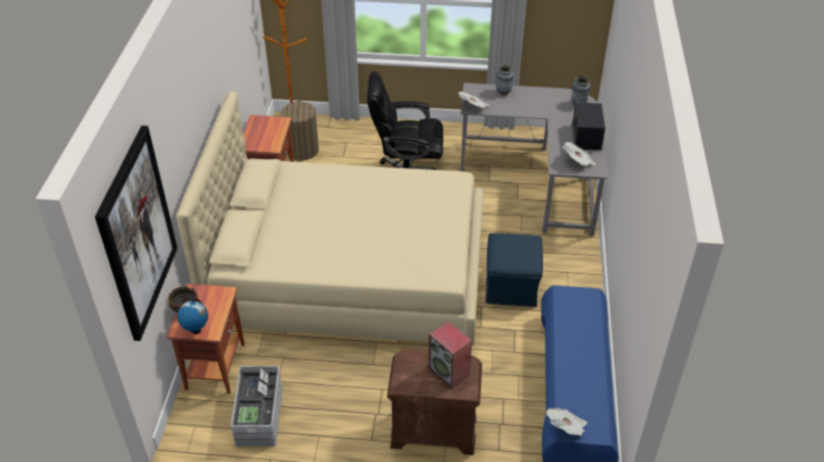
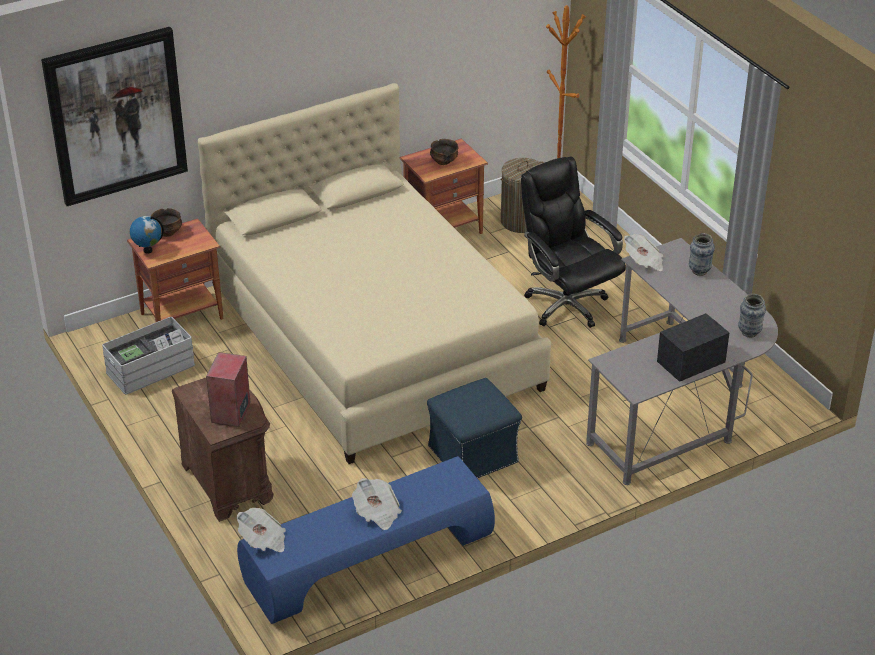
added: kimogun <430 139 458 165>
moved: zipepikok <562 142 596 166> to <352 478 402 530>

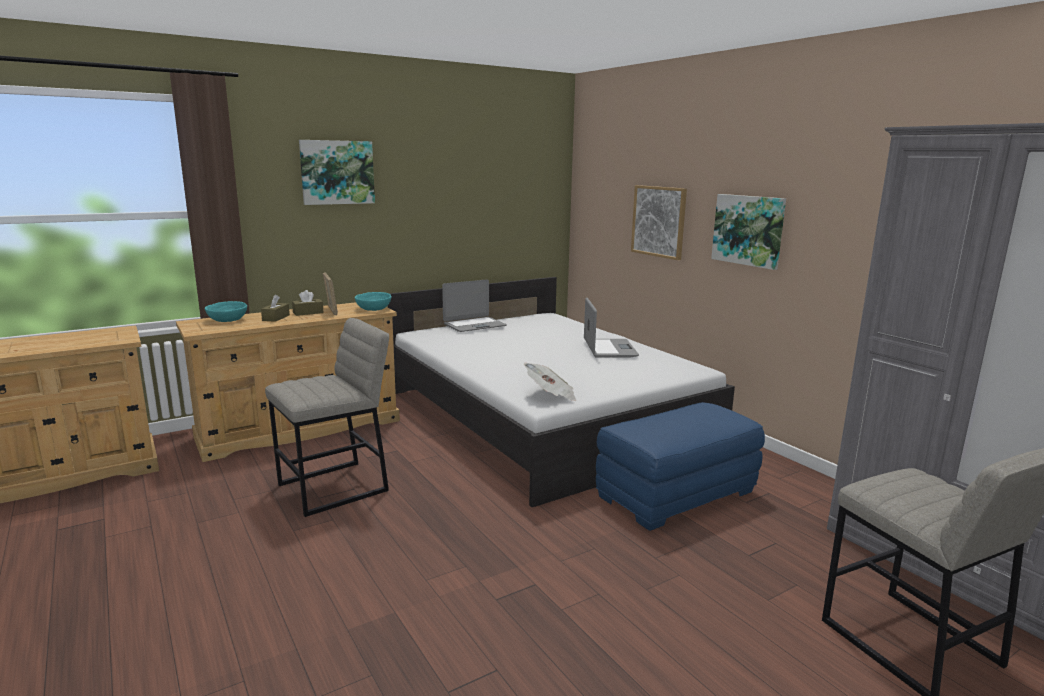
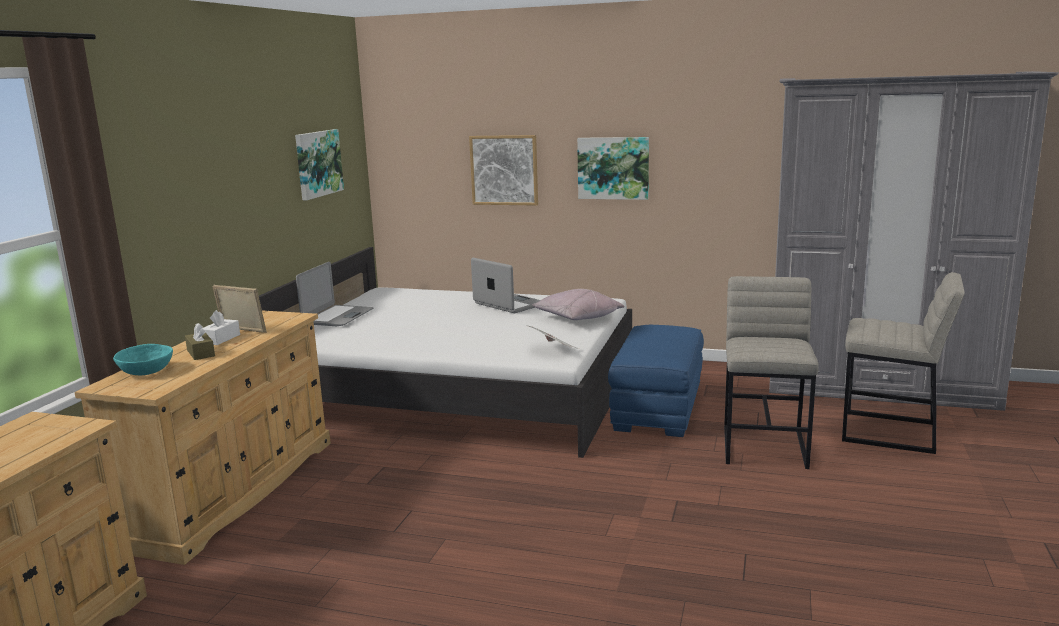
removed: turquoise_kimogun <355 292 391 311>
added: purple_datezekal <532 289 625 320>
moved: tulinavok <299 140 375 205> to <295 129 344 200>; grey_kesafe <265 318 389 517> to <724 276 819 469>
recoloured: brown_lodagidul <292 290 324 316> to white_lodagidul <202 310 240 345>

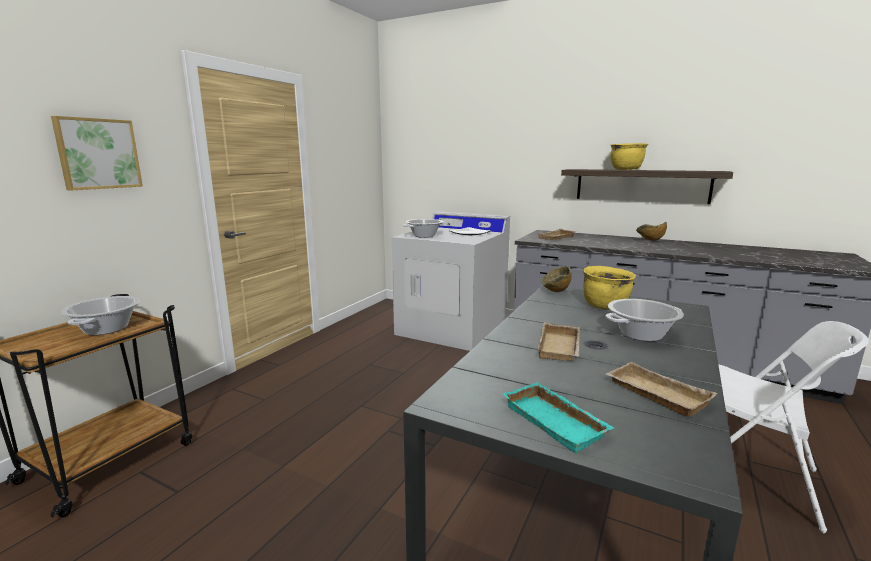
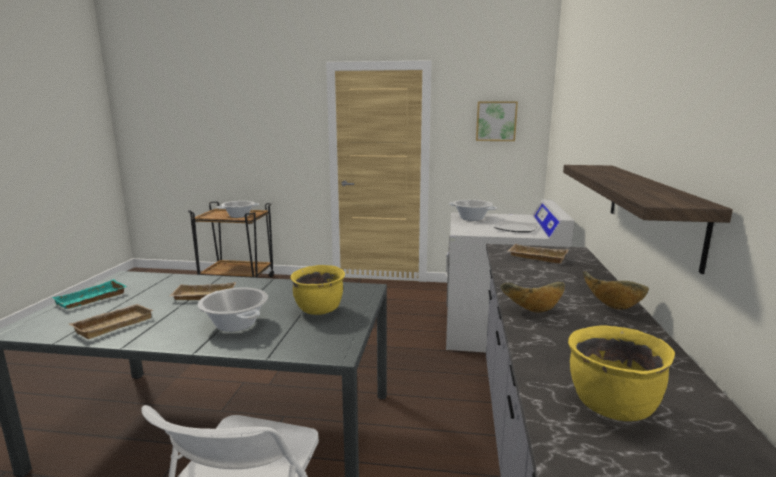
moved: tulinavok <51 116 143 191> to <476 101 518 141>; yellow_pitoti <610 143 648 170> to <568 325 675 421>; kimogun <542 266 572 292> to <500 282 565 313>

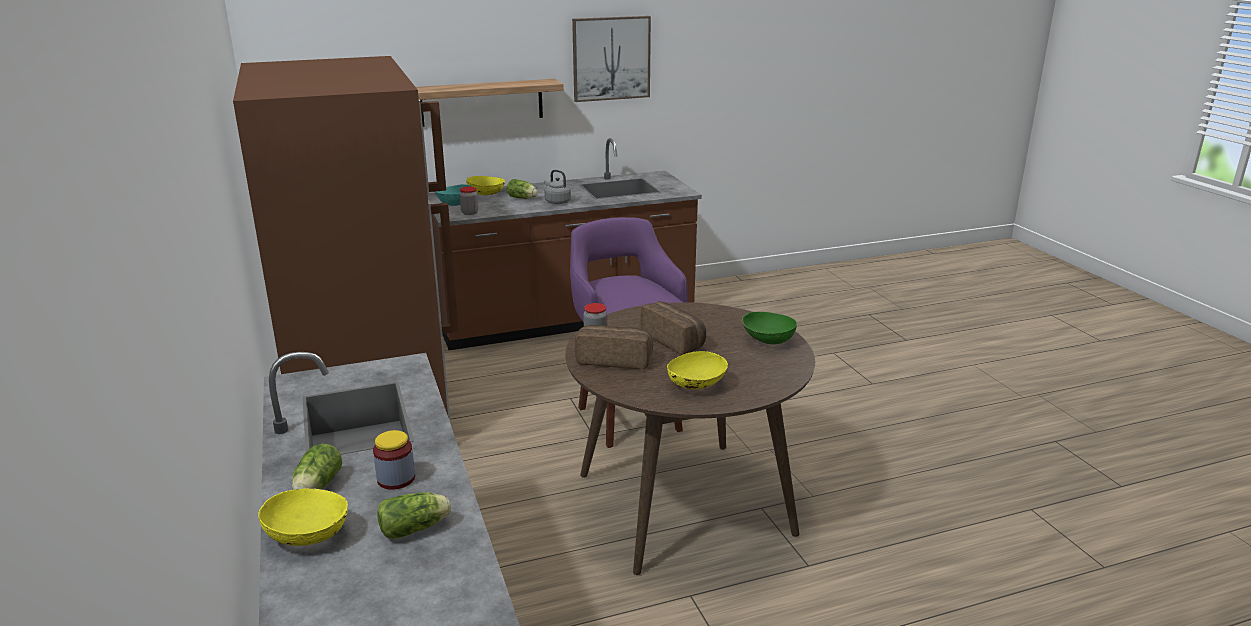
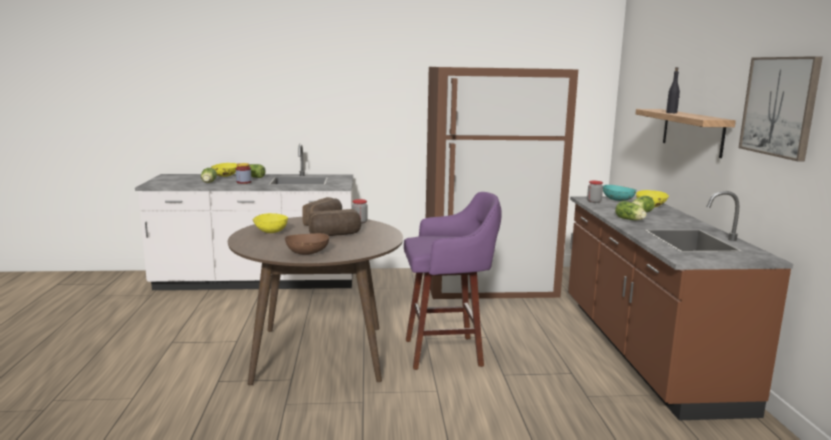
added: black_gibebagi <666 67 680 113>
replaced: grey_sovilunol <544 170 571 204> to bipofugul <615 201 647 220>
recoloured: green_kimogun <742 312 797 344> to brown_kimogun <285 233 329 255>

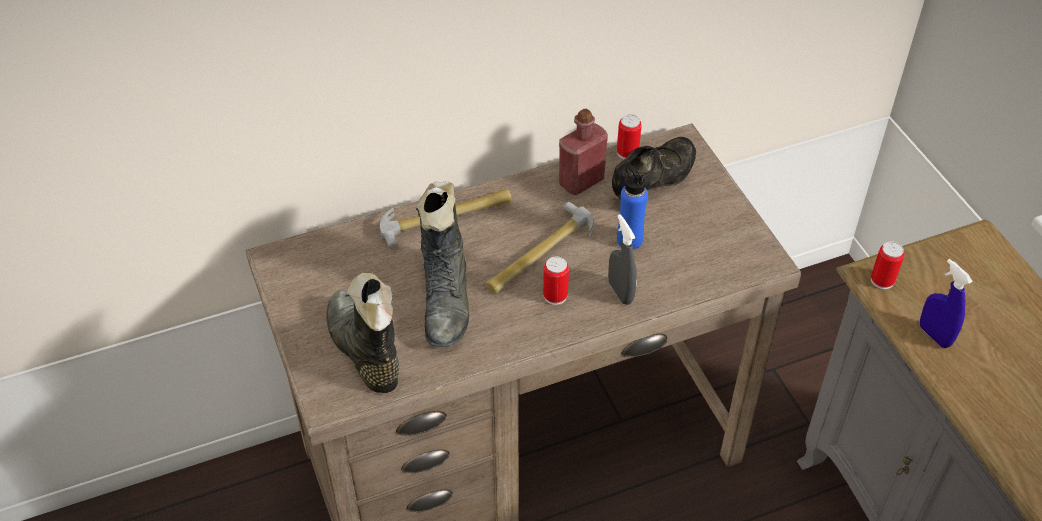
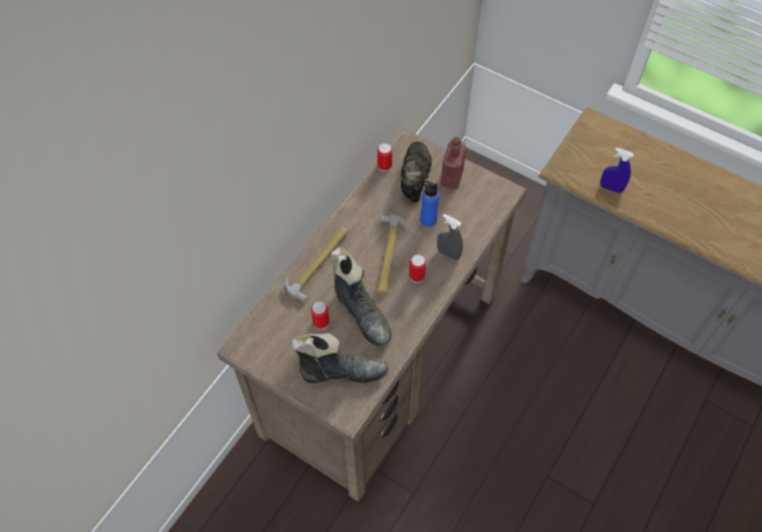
moved: red_gibebagi <559 109 608 195> to <441 137 467 189>; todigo <871 241 905 289> to <311 301 329 330>
turned: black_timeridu <326 273 400 393> = <292 333 388 383> 150 degrees clockwise

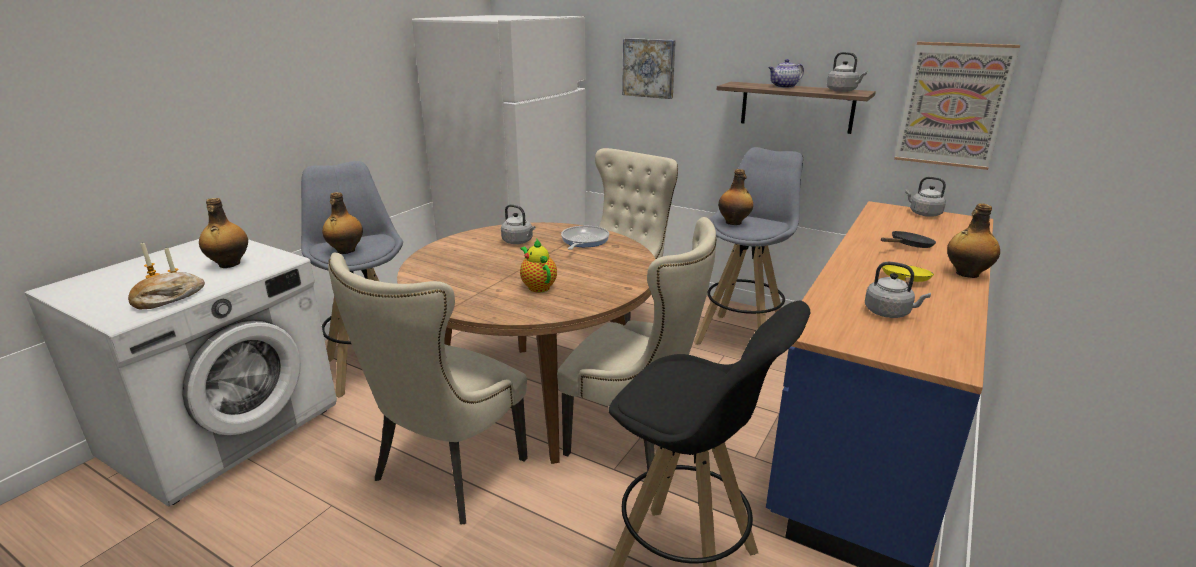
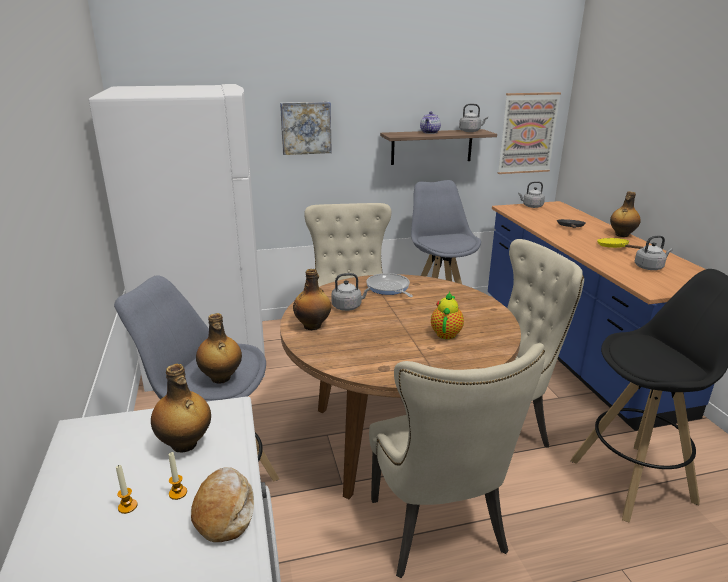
moved: gibebagi <718 169 753 225> to <293 269 331 330>
turned: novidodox <520 239 557 292> = <431 292 464 339> 90 degrees clockwise

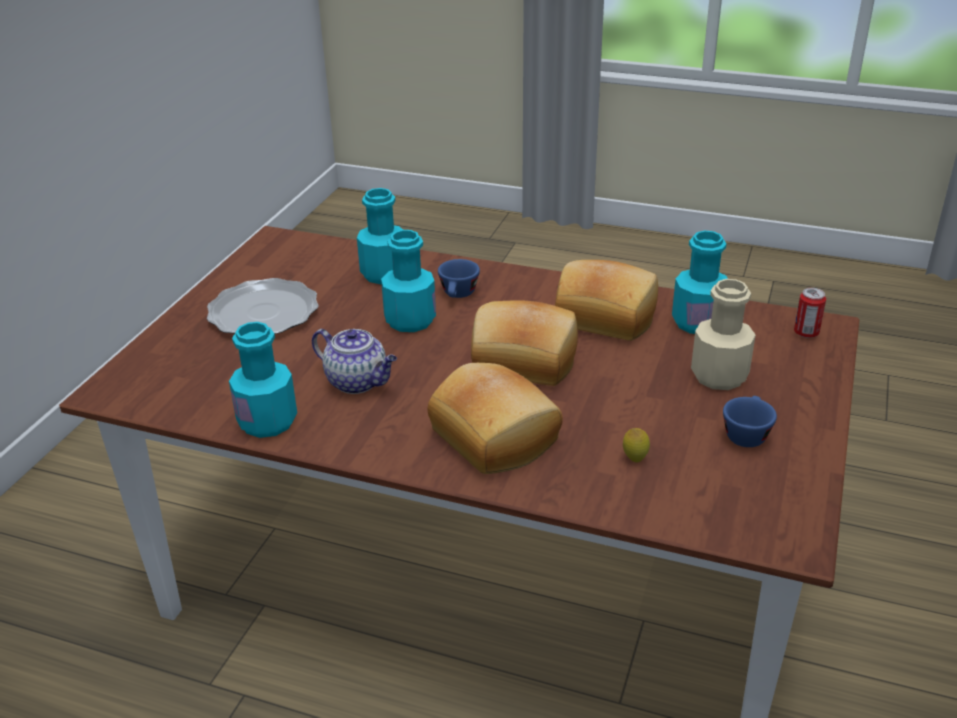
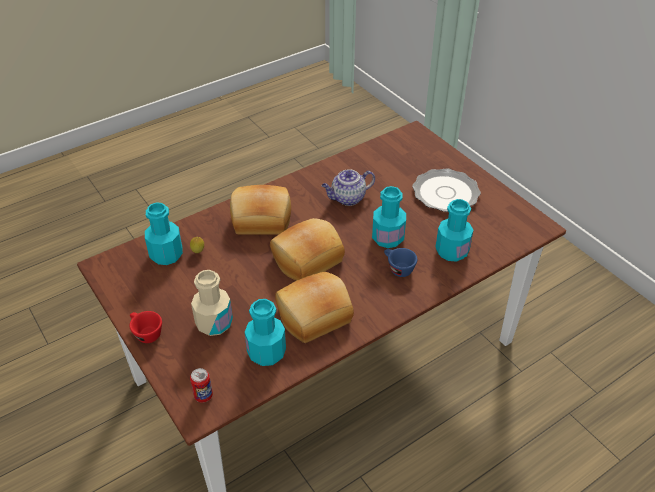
removed: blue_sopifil <723 396 777 447>
added: red_sopifil <130 311 162 343>
moved: turquoise_gibebagi <229 322 297 438> to <145 202 183 265>

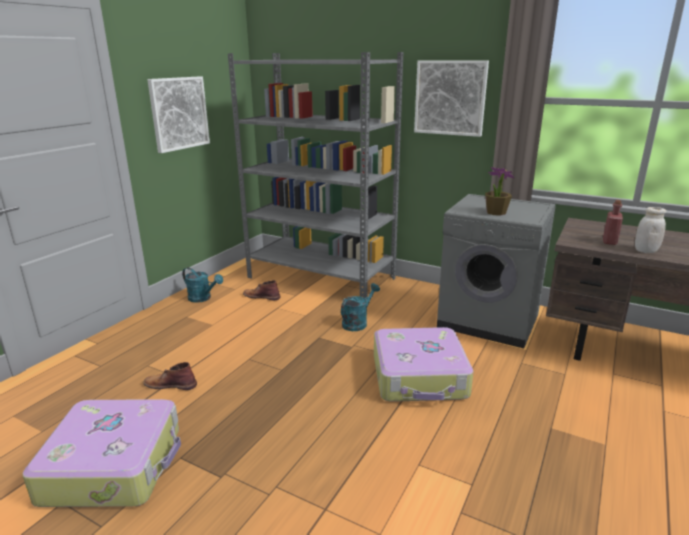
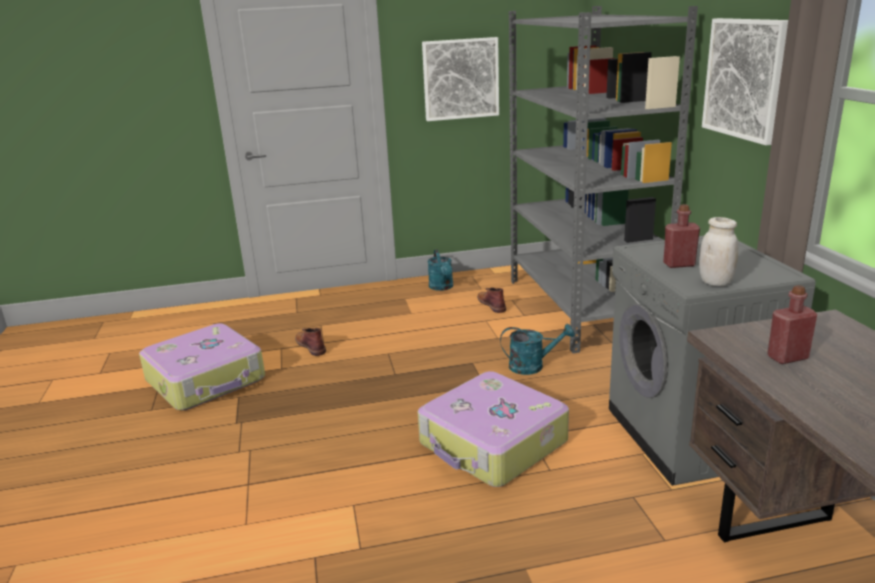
moved: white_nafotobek <635 207 666 253> to <699 217 738 286>
replaced: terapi <485 167 514 216> to red_gibebagi <663 204 700 268>

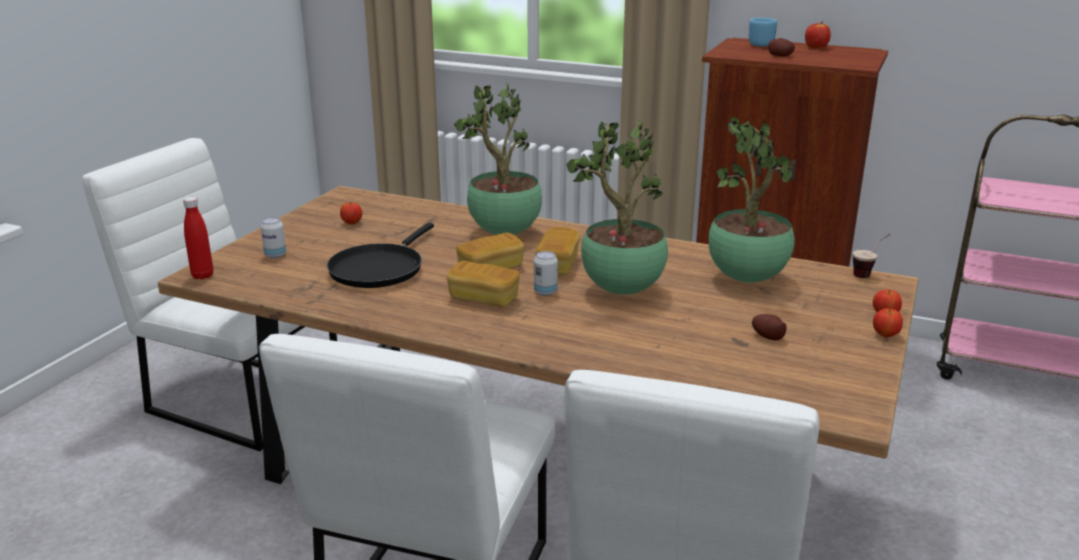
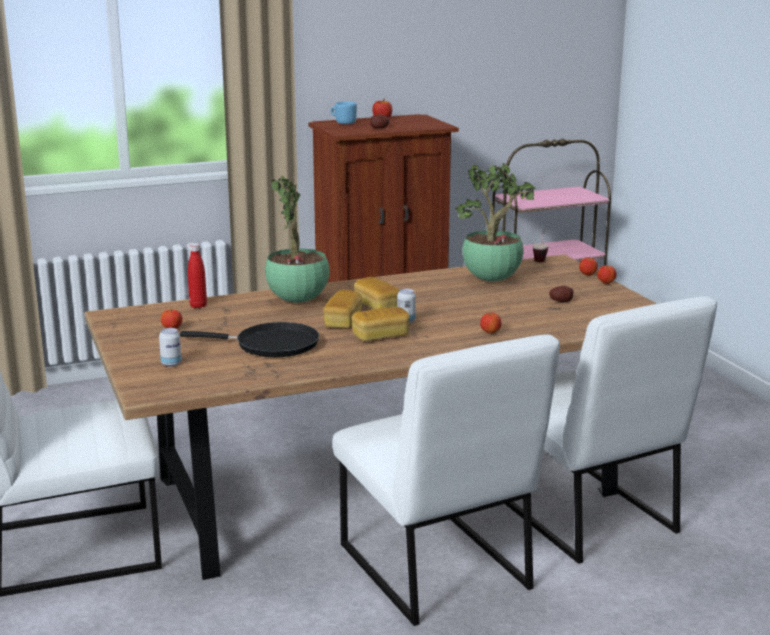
removed: terapi <567 121 668 295>
added: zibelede <480 312 501 334>
moved: red_gibebagi <183 197 213 279> to <188 243 207 308>
turned: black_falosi <327 223 434 288> = <180 322 319 357> 60 degrees counterclockwise

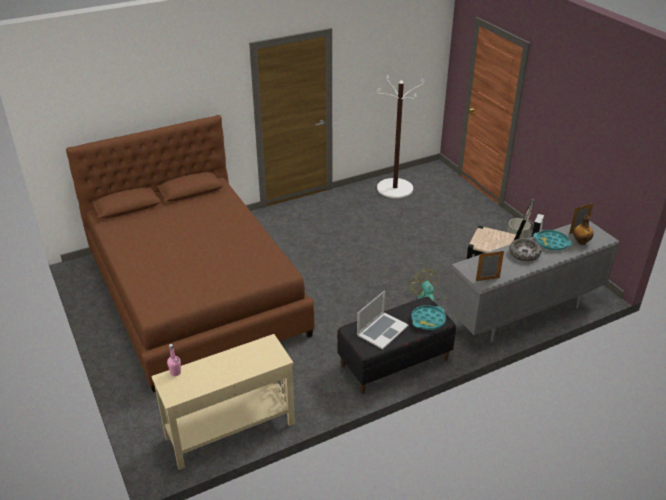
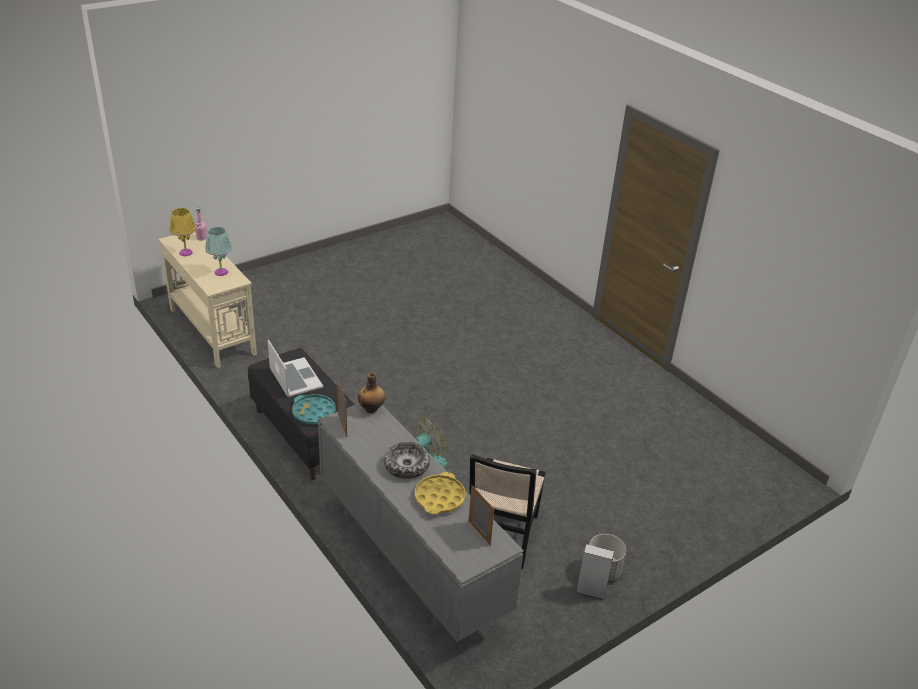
removed: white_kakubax <377 75 425 198>; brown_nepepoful <66 115 315 392>
added: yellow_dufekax <170 208 196 256>; turquoise_dufekax <205 227 232 276>
moved: gibebagi <573 215 593 245> to <358 373 385 413>
recoloured: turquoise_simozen <533 230 572 251> to yellow_simozen <415 472 466 515>
turned: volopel <357 291 409 349> = <268 340 323 397> 150 degrees counterclockwise

